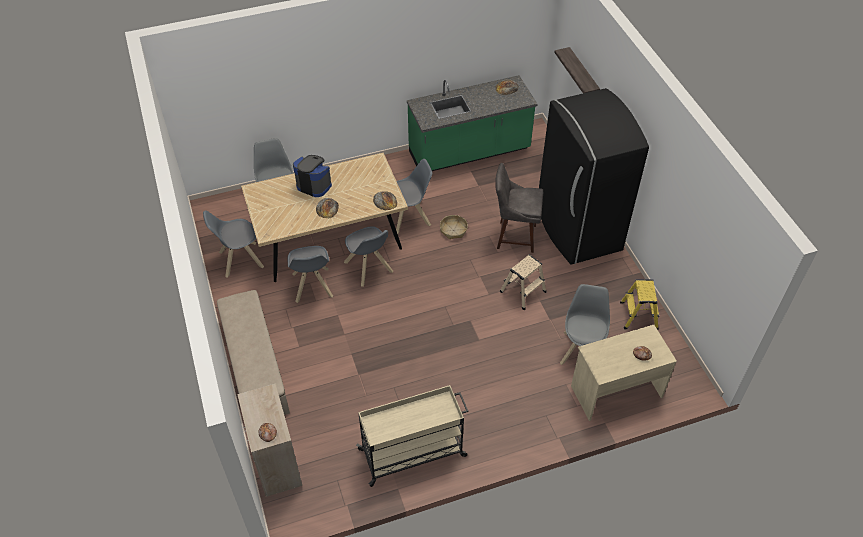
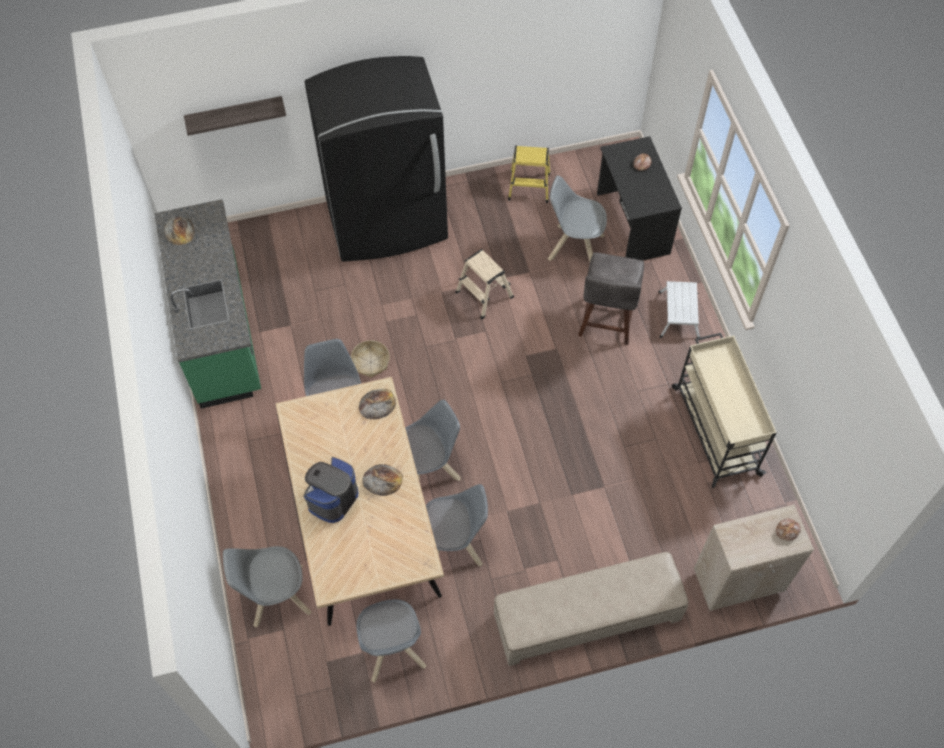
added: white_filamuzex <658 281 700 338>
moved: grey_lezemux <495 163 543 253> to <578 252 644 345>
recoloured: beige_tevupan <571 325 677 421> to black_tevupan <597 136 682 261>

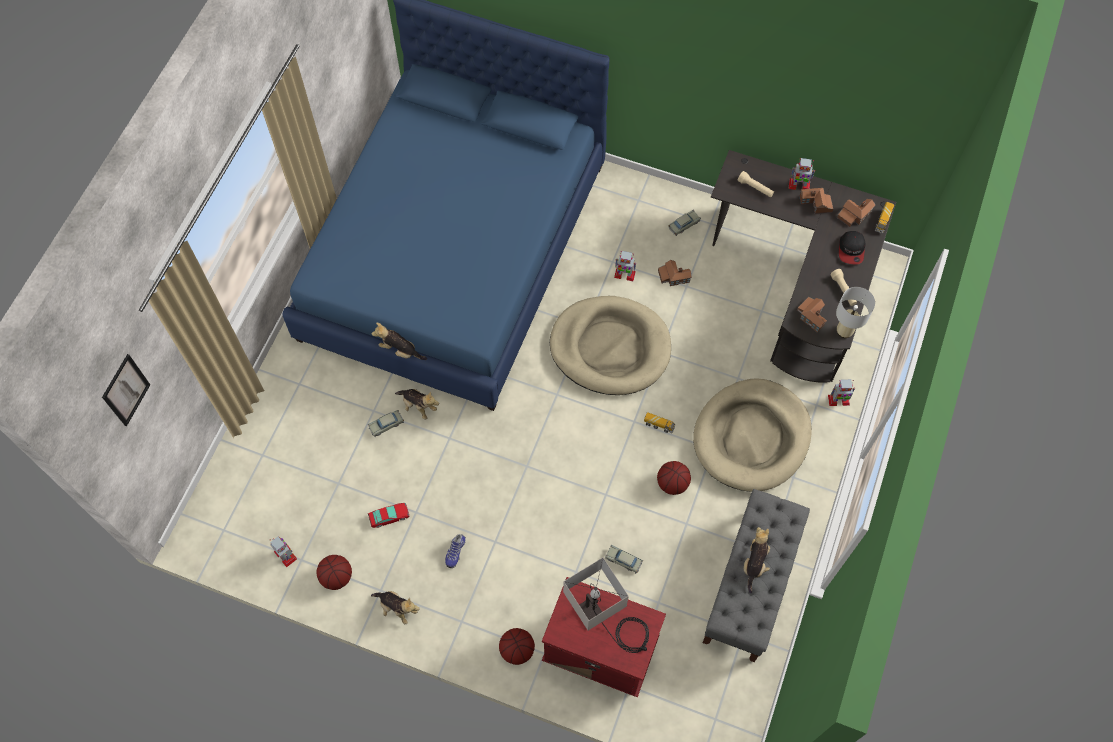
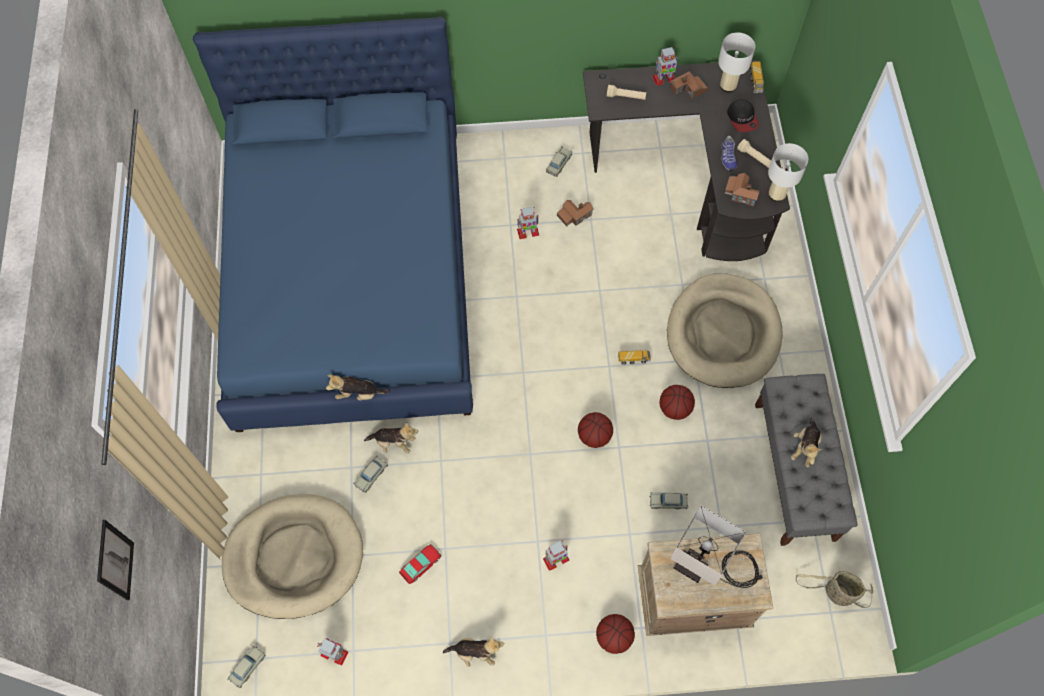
added: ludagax <796 571 873 608>; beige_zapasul <227 645 266 688>
moved: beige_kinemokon <550 296 671 395> to <222 494 363 619>; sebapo <828 380 855 406> to <543 541 570 571>; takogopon <445 534 466 568> to <721 136 737 171>; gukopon <316 555 352 590> to <578 412 613 448>
replaced: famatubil <837 199 875 227> to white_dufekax <718 32 755 92>
recoloured: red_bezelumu <542 577 666 697> to beige_bezelumu <638 533 773 636>
turned: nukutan <744 527 770 593> = <791 418 822 468> 150 degrees counterclockwise

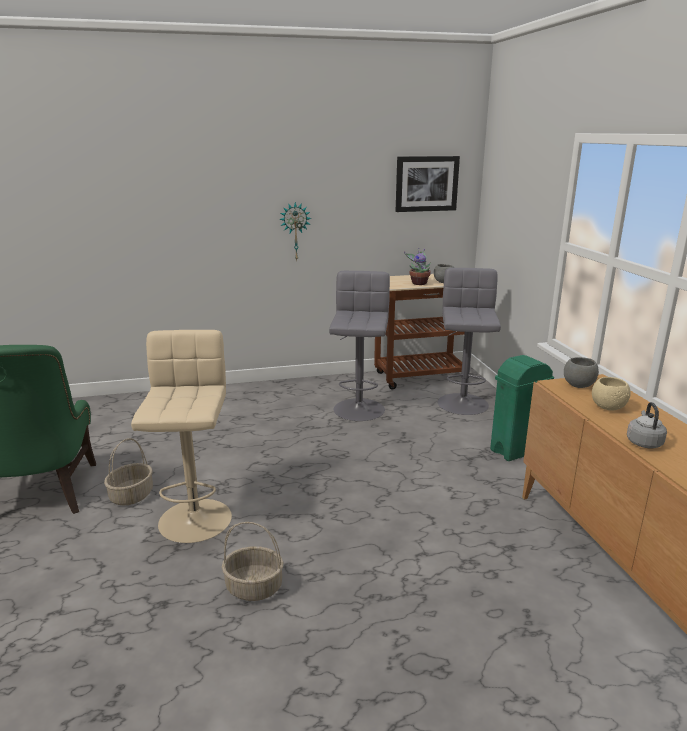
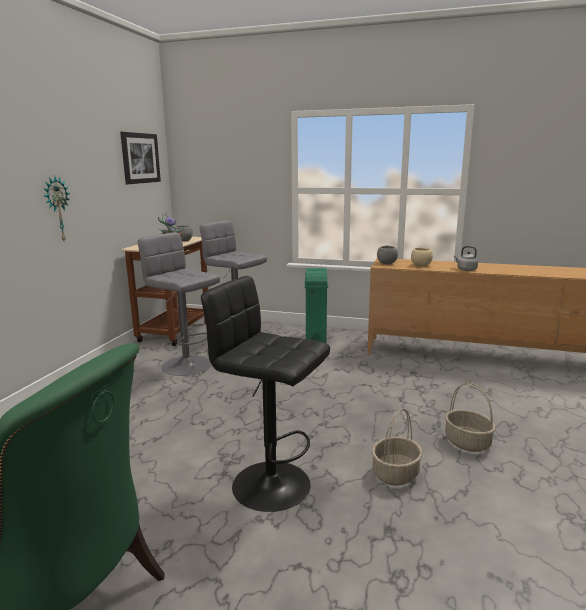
moved: ludagax <104 438 153 505> to <445 382 496 452>
recoloured: beige_lezemux <131 330 232 543> to black_lezemux <201 276 330 512>

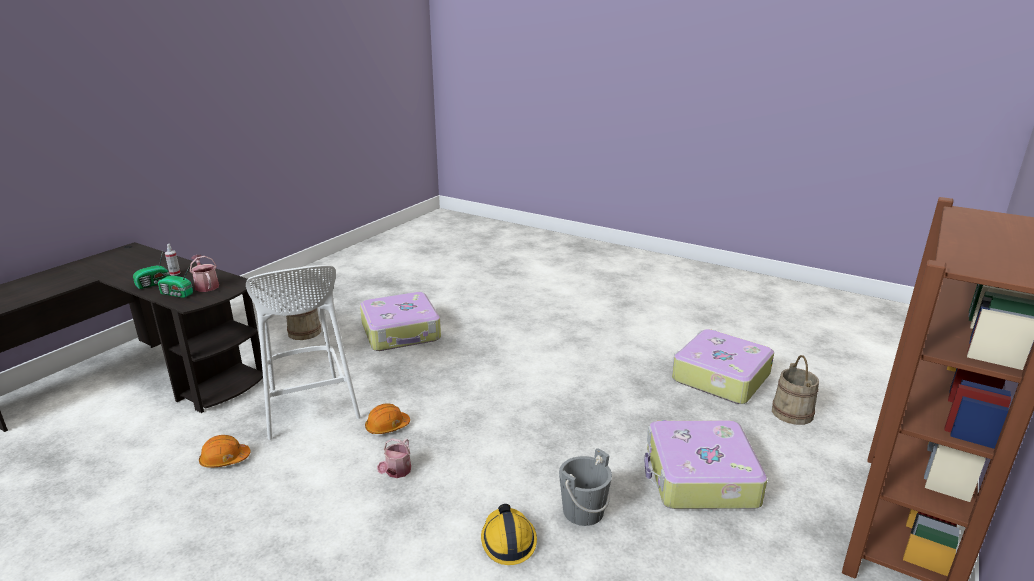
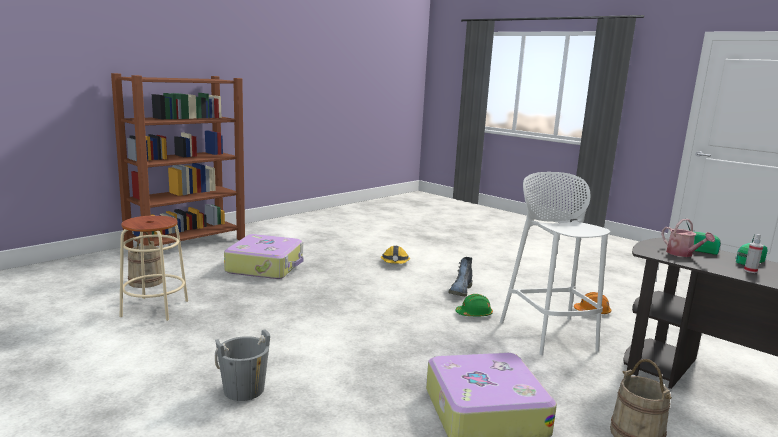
moved: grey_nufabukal <559 448 612 526> to <215 329 270 401>
replaced: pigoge <672 329 774 404> to beige_lezemux <120 215 188 321>; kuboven <377 438 411 478> to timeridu <449 257 472 297>
recoloured: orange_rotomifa <365 403 410 434> to green_rotomifa <455 294 493 316>

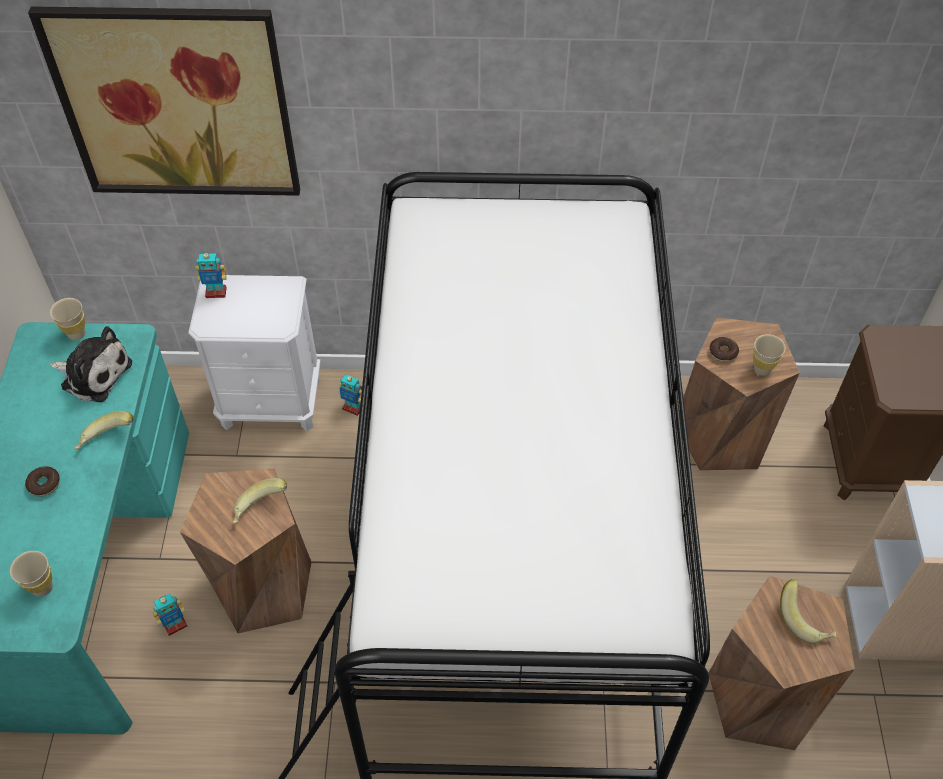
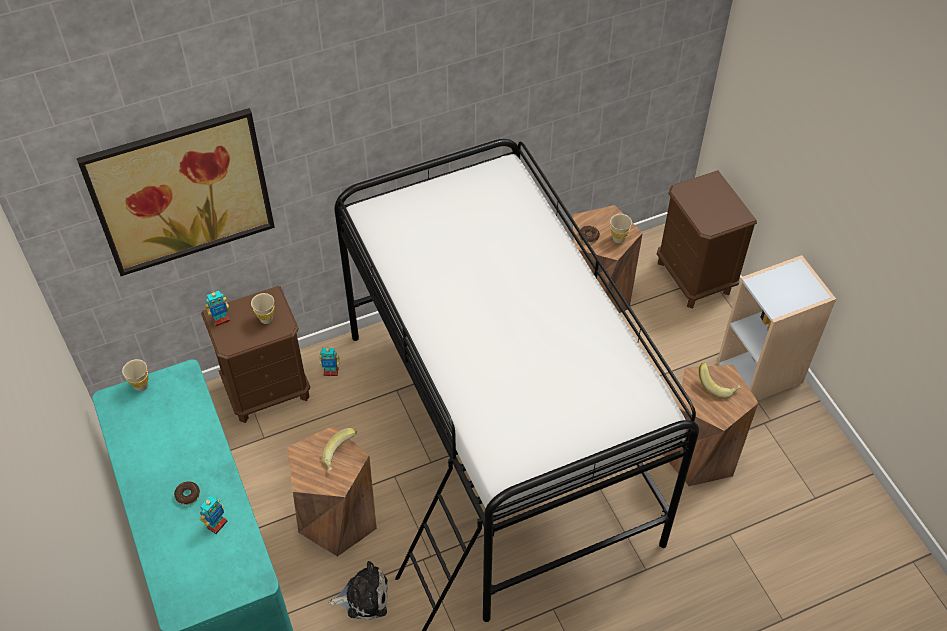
removed: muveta <74 411 134 449>
moved: nukutan <50 326 132 402> to <329 561 388 620>; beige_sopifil <10 551 53 597> to <251 293 275 324>; sebapo <152 593 187 636> to <200 496 227 534>
recoloured: white_bezelumu <188 275 321 432> to brown_bezelumu <201 286 310 423>

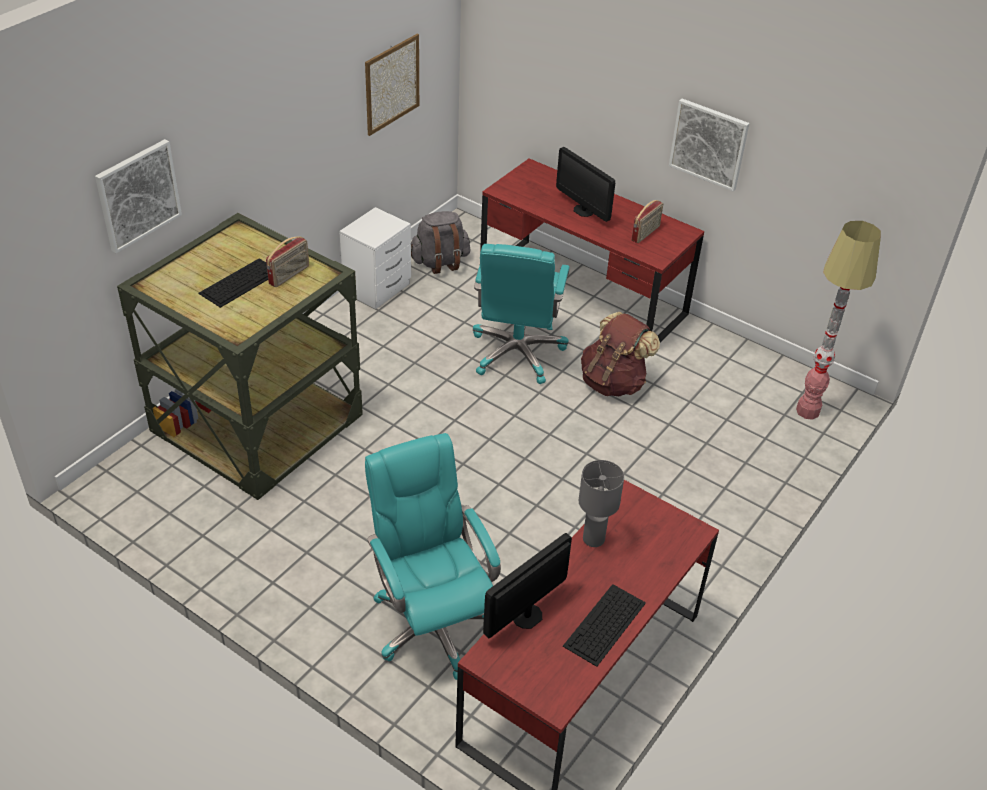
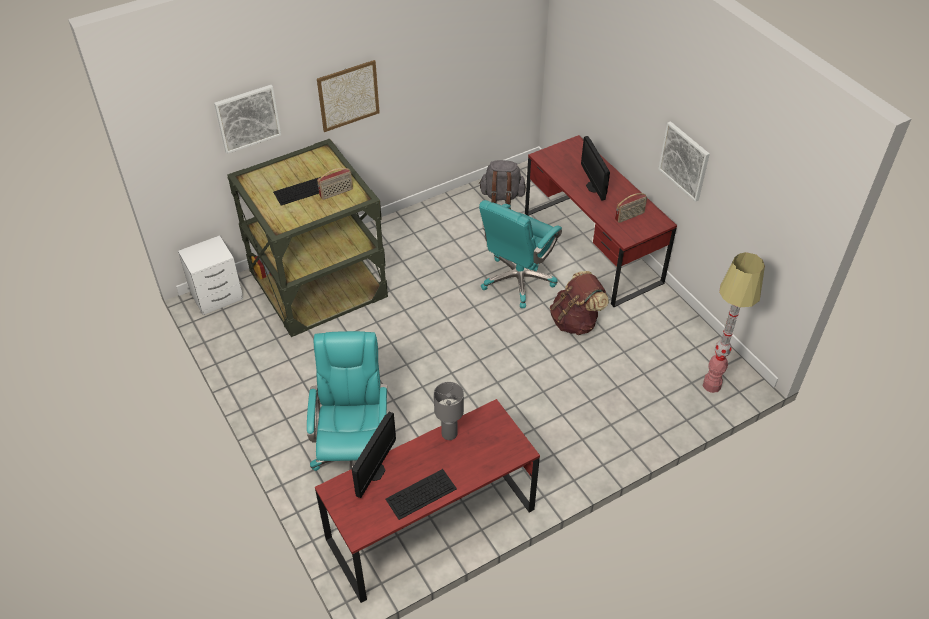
moved: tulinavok <365 34 419 136> to <317 60 380 132>; white_bezelumu <339 207 411 309> to <178 235 243 315>
turned: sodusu <483 533 572 638> = <352 412 396 498> 135 degrees clockwise

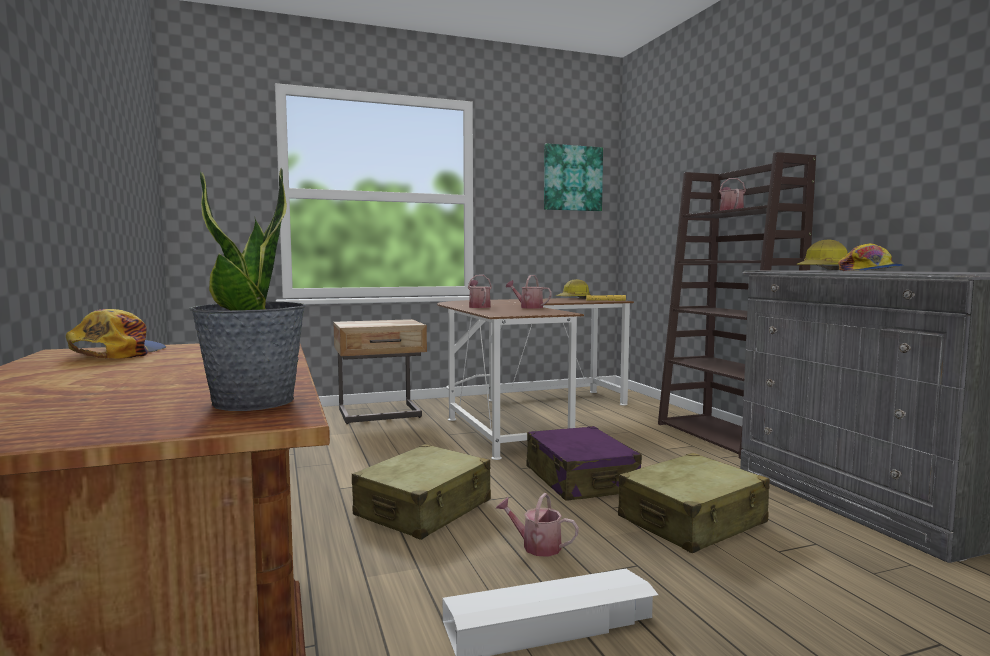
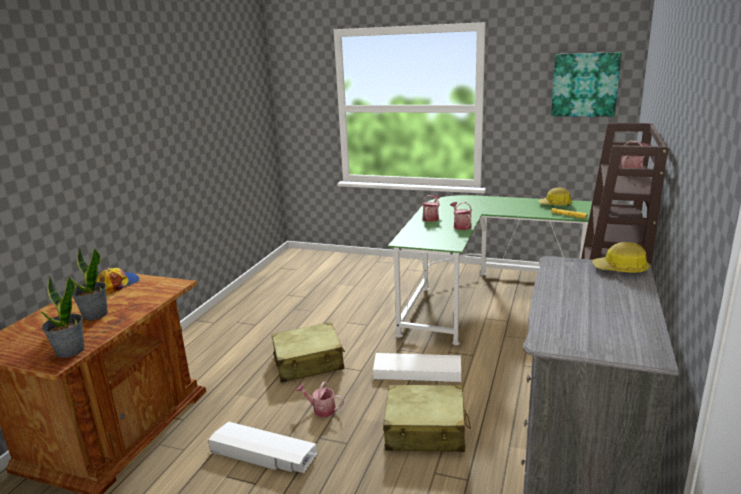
removed: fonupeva <838 243 905 271>; beige_bezelumu <333 319 427 424>
added: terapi <72 247 108 320>
replaced: purple_pigoge <526 426 642 501> to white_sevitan <373 353 461 382>
recoloured: brown_tevupan <437 298 634 460> to green_tevupan <388 195 592 345>
turned: kuboven <496 493 579 557> = <296 381 344 417> 45 degrees counterclockwise

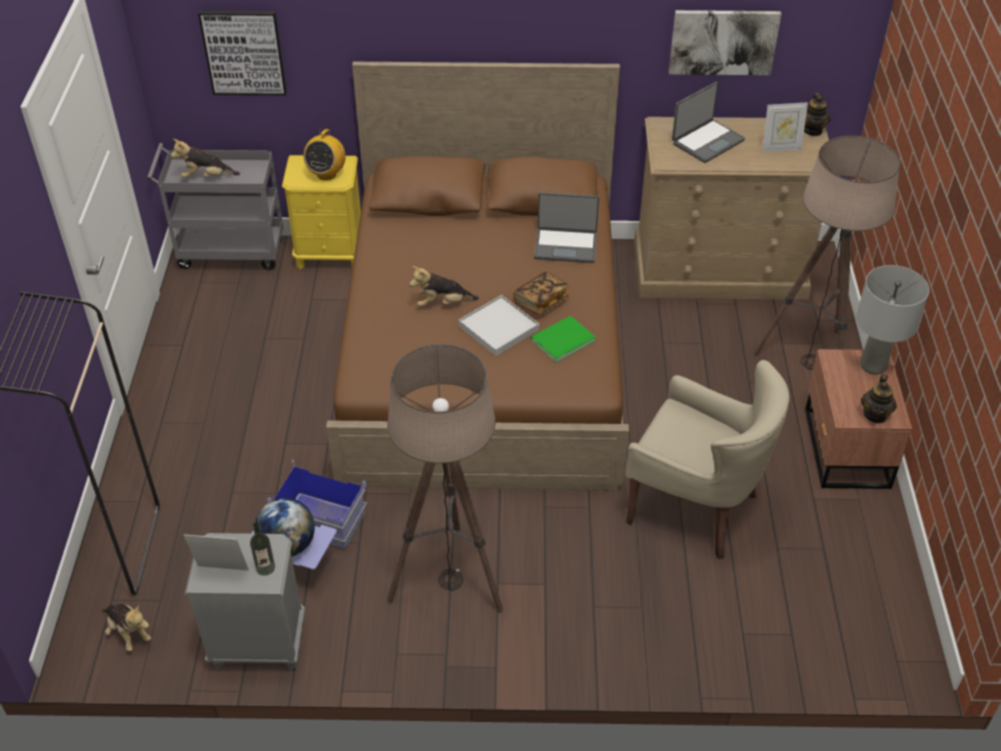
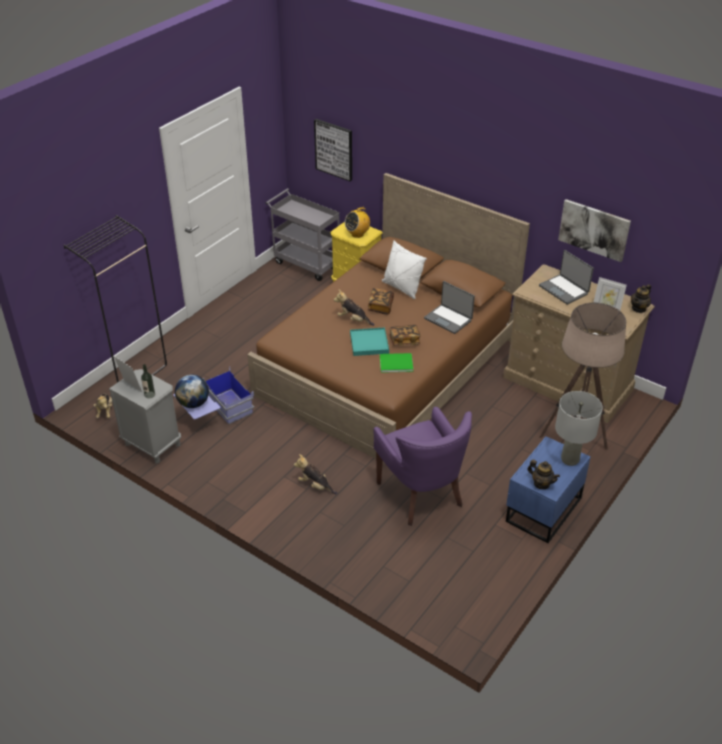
removed: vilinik <387 344 503 613>
added: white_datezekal <382 240 427 299>; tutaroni <368 288 394 314>
moved: nukutan <171 139 240 177> to <294 454 337 494>
recoloured: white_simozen <459 295 539 356> to turquoise_simozen <350 327 389 356>; brown_bezelumu <805 349 912 489> to blue_bezelumu <506 436 591 543>; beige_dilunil <625 360 789 559> to purple_dilunil <373 407 472 526>
turned: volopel <672 82 745 163> = <539 250 594 305> 60 degrees clockwise; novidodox <861 374 897 423> = <527 460 560 489> 105 degrees counterclockwise

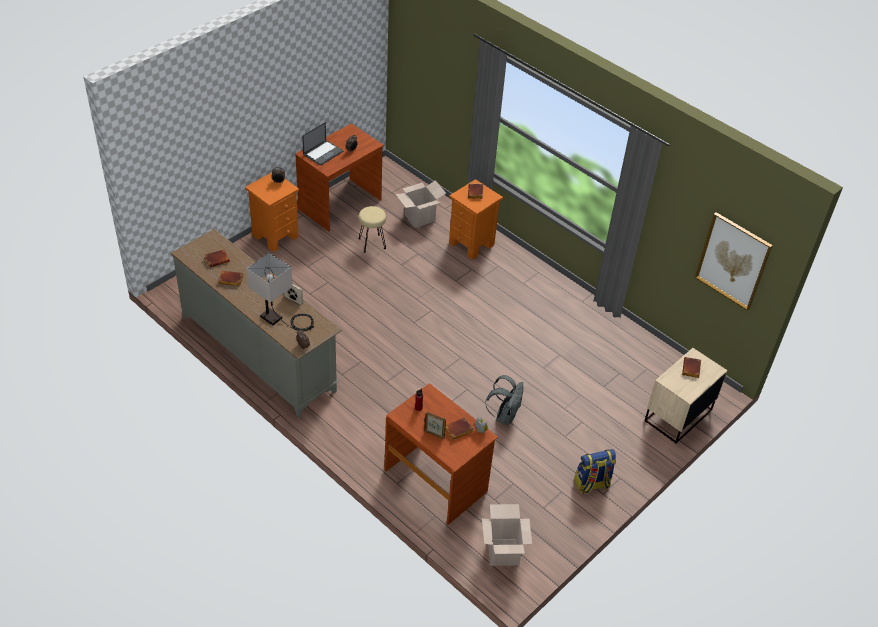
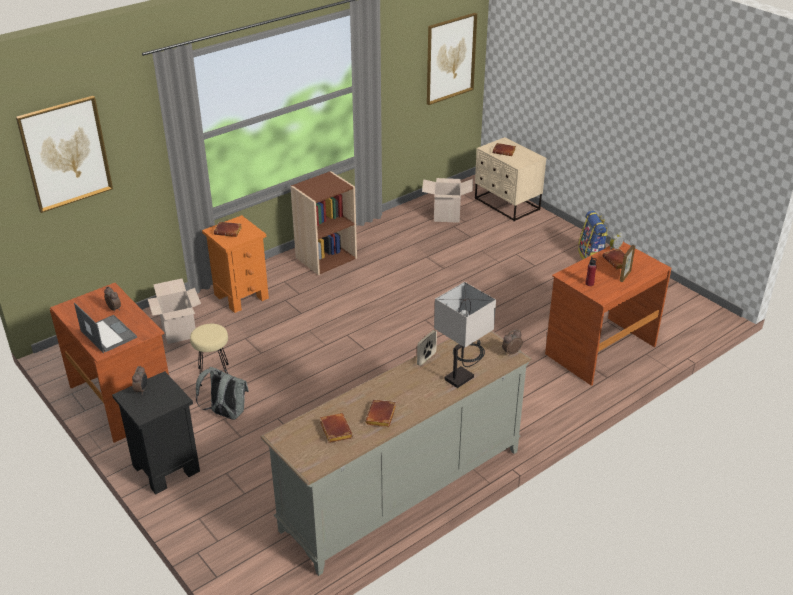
added: tulinavok <16 96 113 213>; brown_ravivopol <290 171 357 275>
moved: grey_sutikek <485 375 523 425> to <196 367 249 420>; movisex <482 504 532 566> to <422 178 473 223>
recoloured: orange_bezelumu <245 172 299 252> to black_bezelumu <112 371 200 495>

